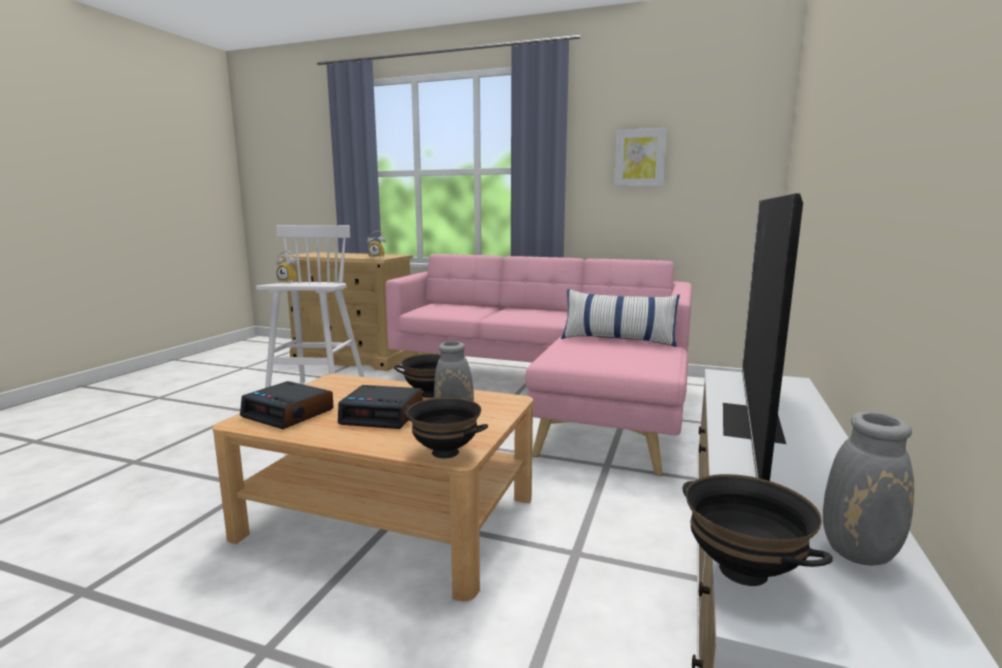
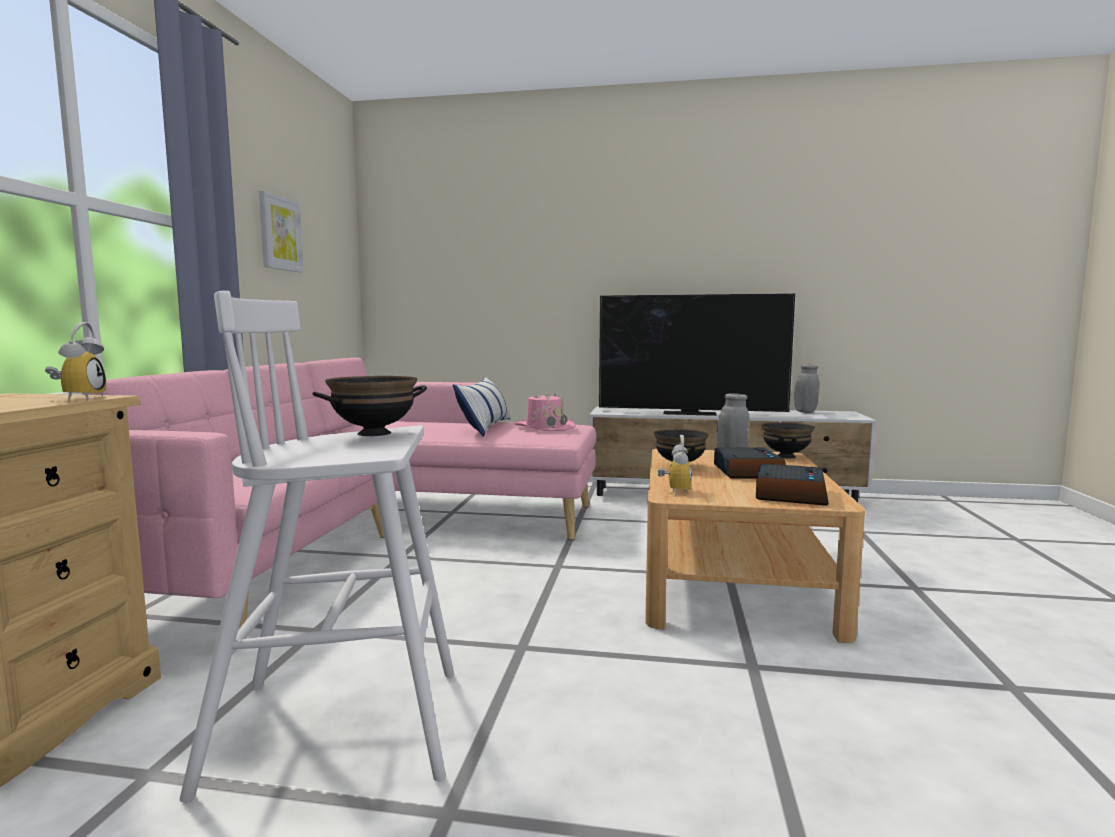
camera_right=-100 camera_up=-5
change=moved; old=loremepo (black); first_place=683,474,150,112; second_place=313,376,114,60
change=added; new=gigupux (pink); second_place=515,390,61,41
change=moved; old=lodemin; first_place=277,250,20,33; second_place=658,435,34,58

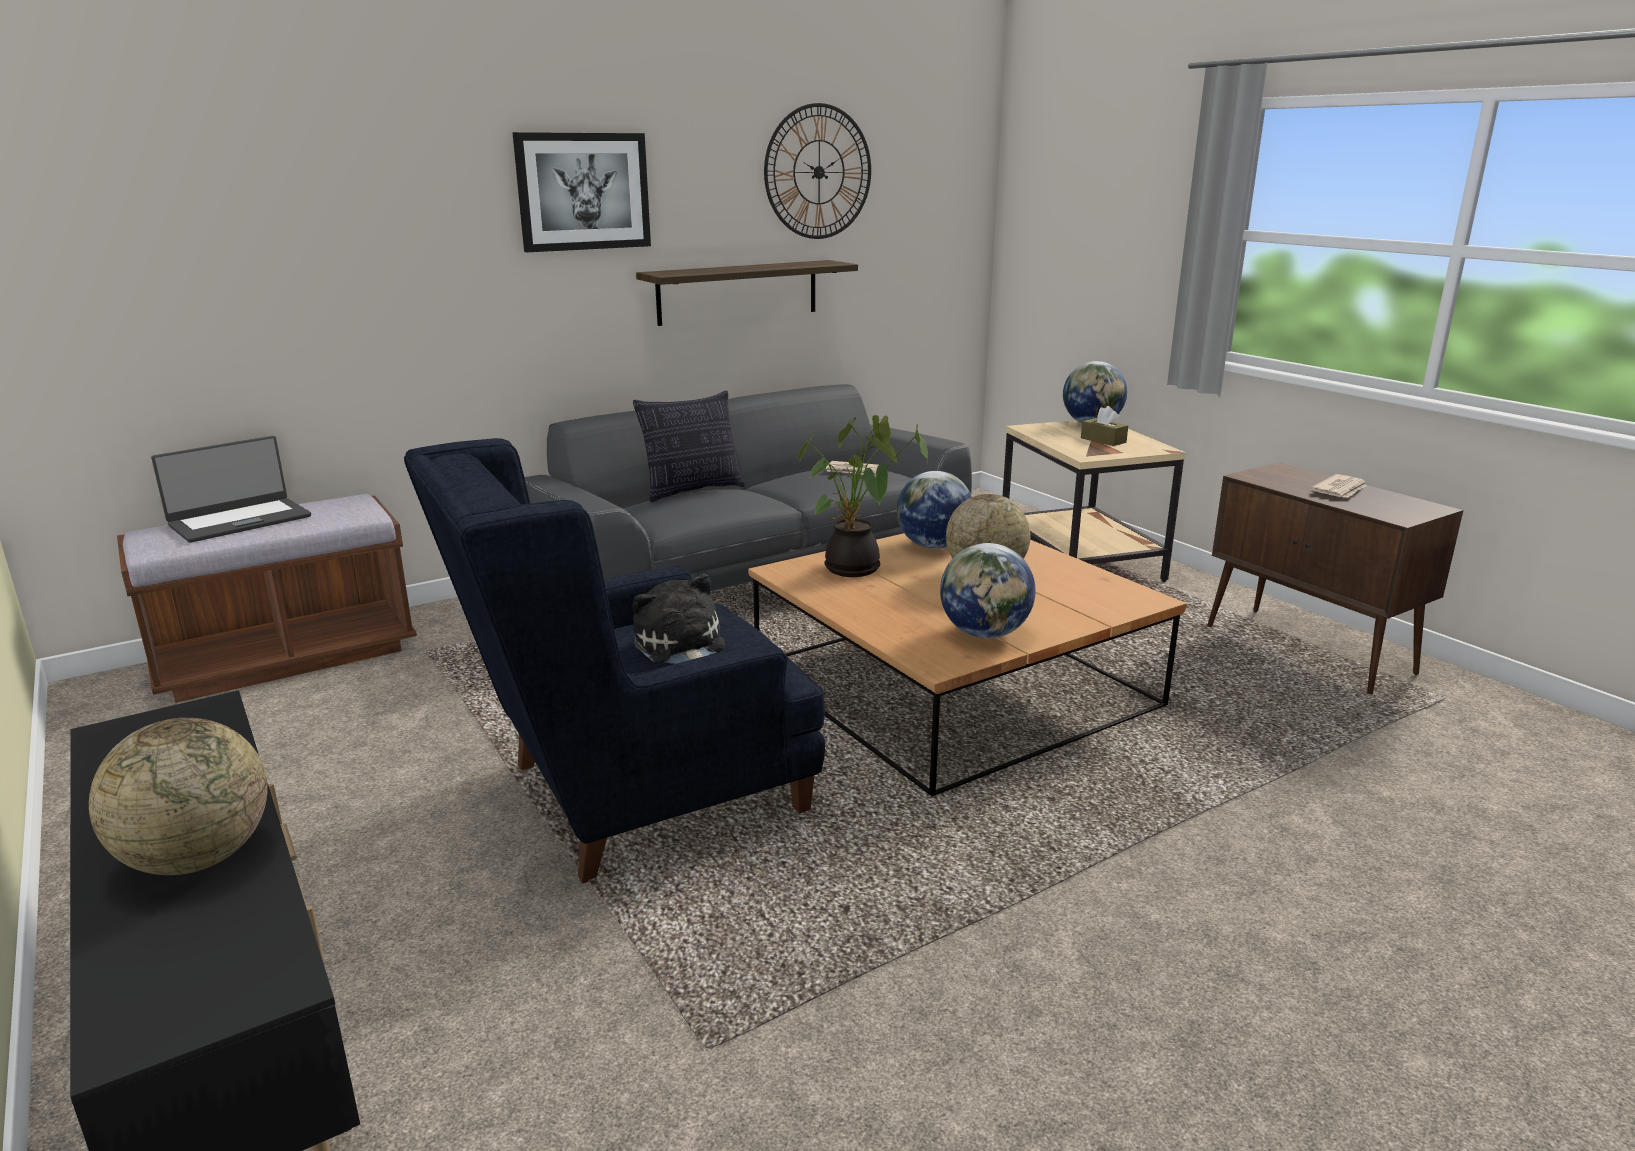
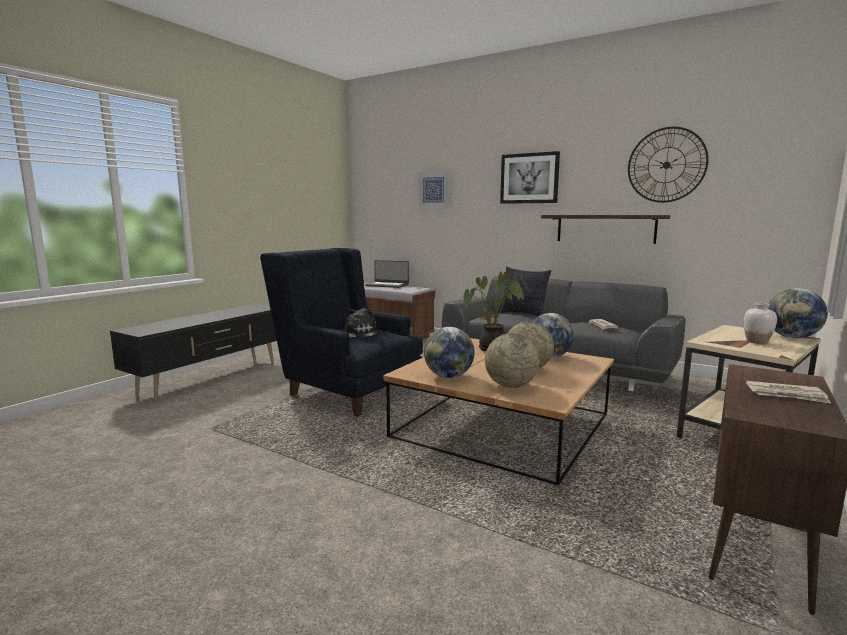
camera_right=65 camera_up=-10
change=added; new=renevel; second_place=419,172,30,35
change=moved; old=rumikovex; first_place=89,718,179,157; second_place=485,333,55,55
change=replaced; old=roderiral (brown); new=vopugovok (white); first_place=1081,406,47,40; second_place=744,303,33,41

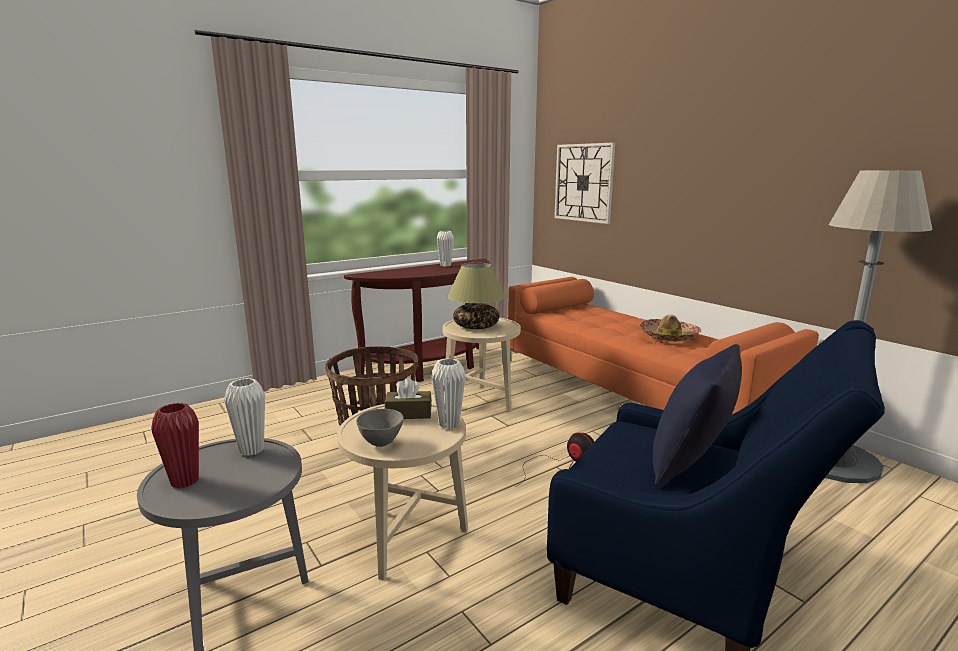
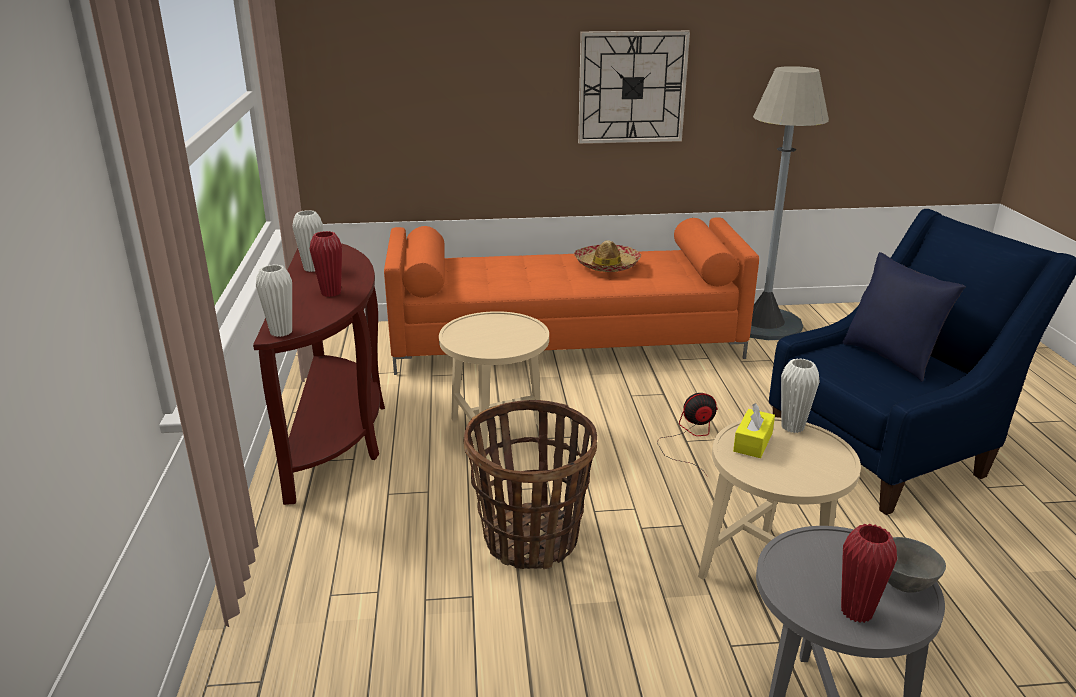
camera_right=-60 camera_up=10
change=moved; old=vopugovok (white); first_place=224,378,41,78; second_place=256,264,36,73
change=added; new=vopugovok (red); second_place=310,231,32,66
change=moved; old=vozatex; first_place=554,142,61,82; second_place=578,31,112,113
change=recoloured; old=roderiral (brown); new=roderiral (yellow); first_place=385,378,47,41; second_place=733,403,42,55
change=moved; old=loremepo (grey); first_place=356,409,48,38; second_place=888,537,58,56
change=removed; old=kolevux; first_place=447,263,58,66

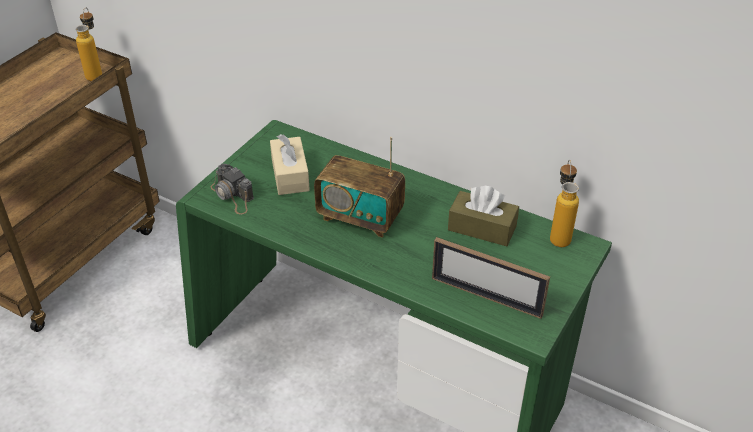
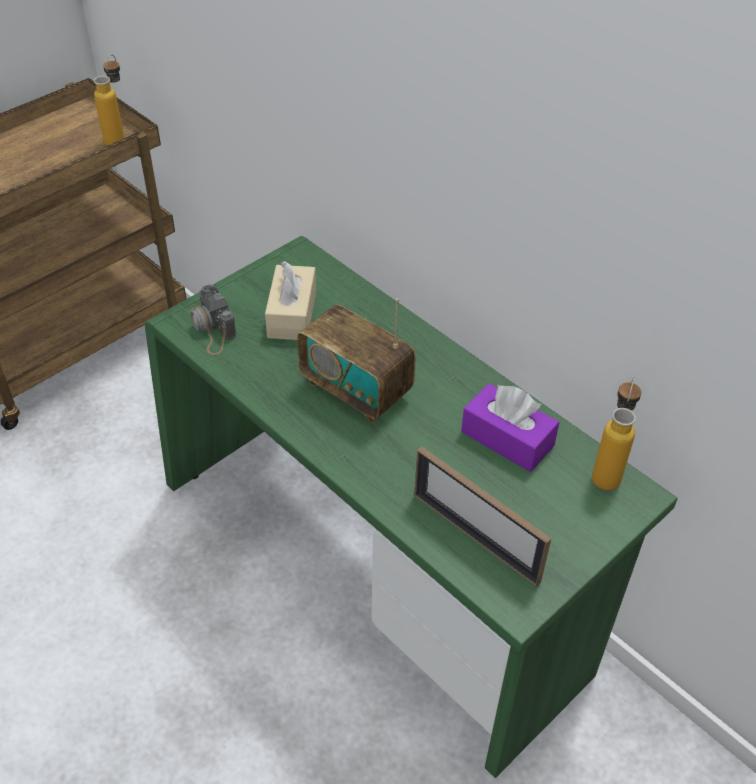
camera_right=15 camera_up=5
change=recoloured; old=roderiral (brown); new=roderiral (purple); first_place=448,186,71,60; second_place=461,383,98,89

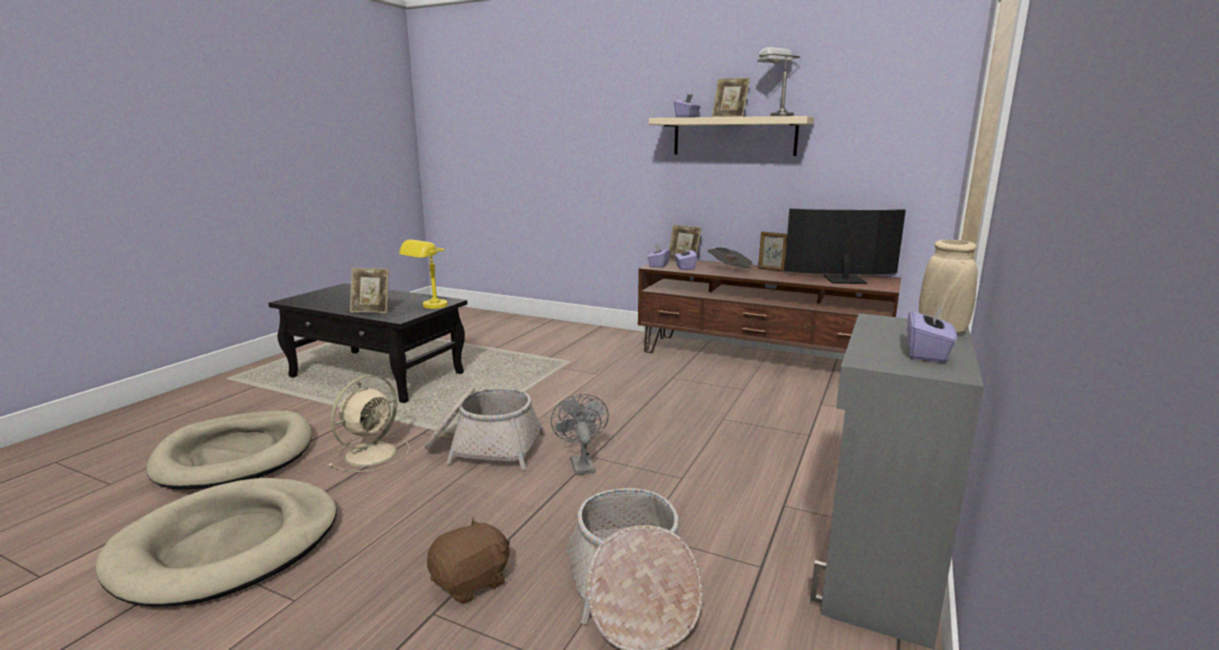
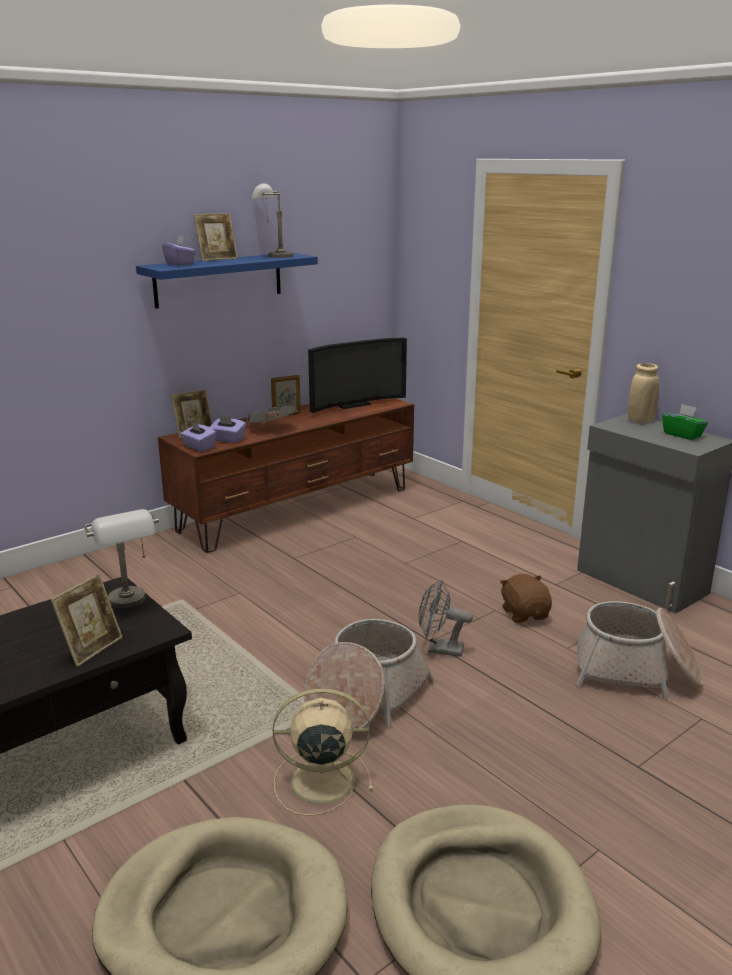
camera_right=-65 camera_up=5
change=recoloured; old=kolevux (yellow); new=kolevux (grey); first_place=399,240,49,69; second_place=83,509,76,99
change=recoloured; old=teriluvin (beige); new=teriluvin (blue); first_place=649,116,165,40; second_place=136,253,182,56
change=turned; old=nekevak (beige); first_place=328,375,82,97; second_place=273,688,100,128; degrees=-60
change=turned; old=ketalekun; first_place=784,208,122,76; second_place=308,337,99,76; degrees=-150
change=moved; old=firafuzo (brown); first_place=427,518,83,86; second_place=500,574,52,49
change=recoloured; old=roderiral (purple); new=roderiral (green); first_place=907,305,50,58; second_place=662,404,46,36

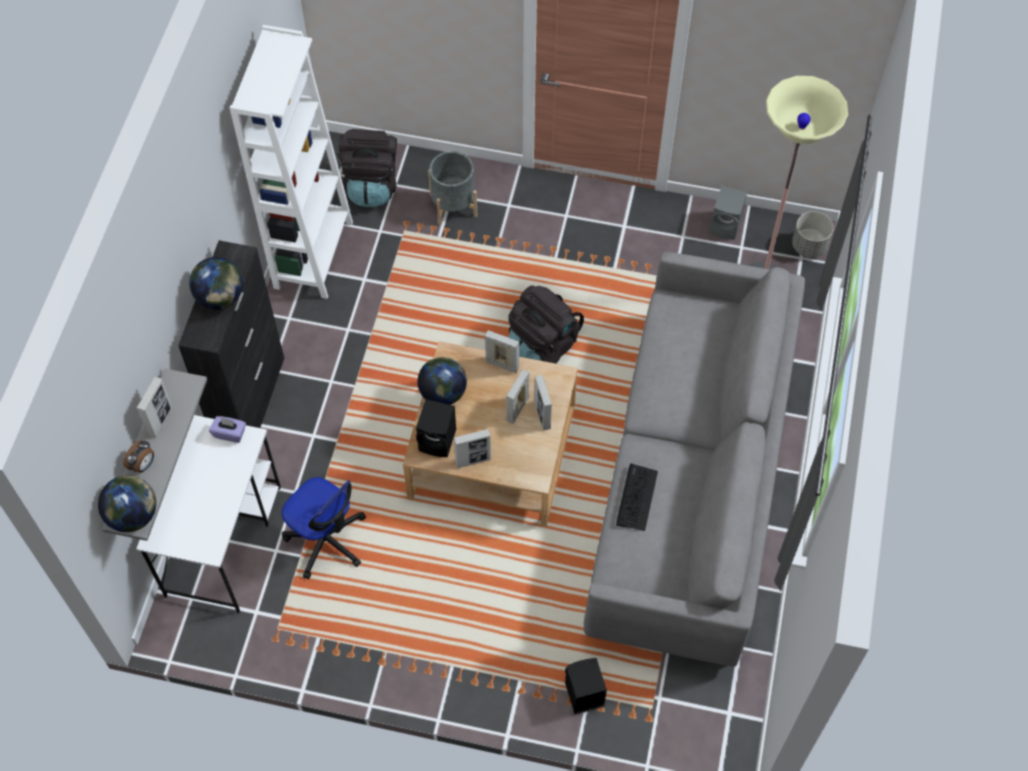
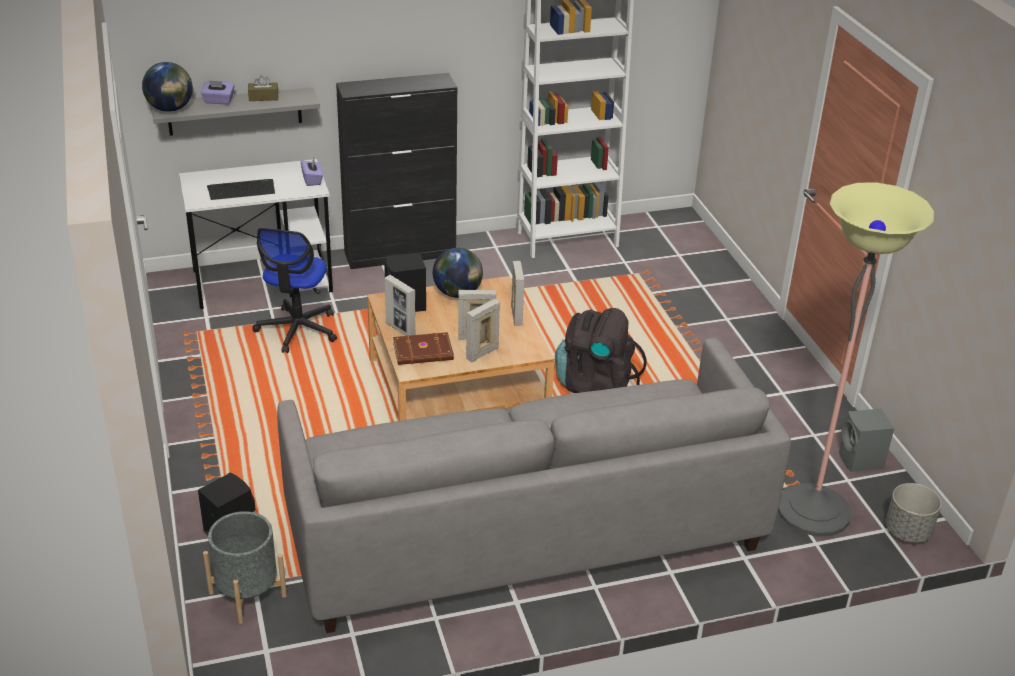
camera_right=60 camera_up=-25
change=replaced; old=lodemin; new=roderiral (purple); first_place=123,441,31,32; second_place=201,80,33,25
change=moved; old=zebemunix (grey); first_place=428,151,49,74; second_place=203,511,84,113
change=moved; old=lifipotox; first_place=616,463,42,68; second_place=207,179,68,21
change=replaced; old=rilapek; new=roderiral (brown); first_place=136,377,37,61; second_place=248,75,30,26
change=added; new=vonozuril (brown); second_place=393,332,61,33
change=removed; old=rumikovex; first_place=189,257,54,53
change=removed; old=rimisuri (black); first_place=338,129,59,78

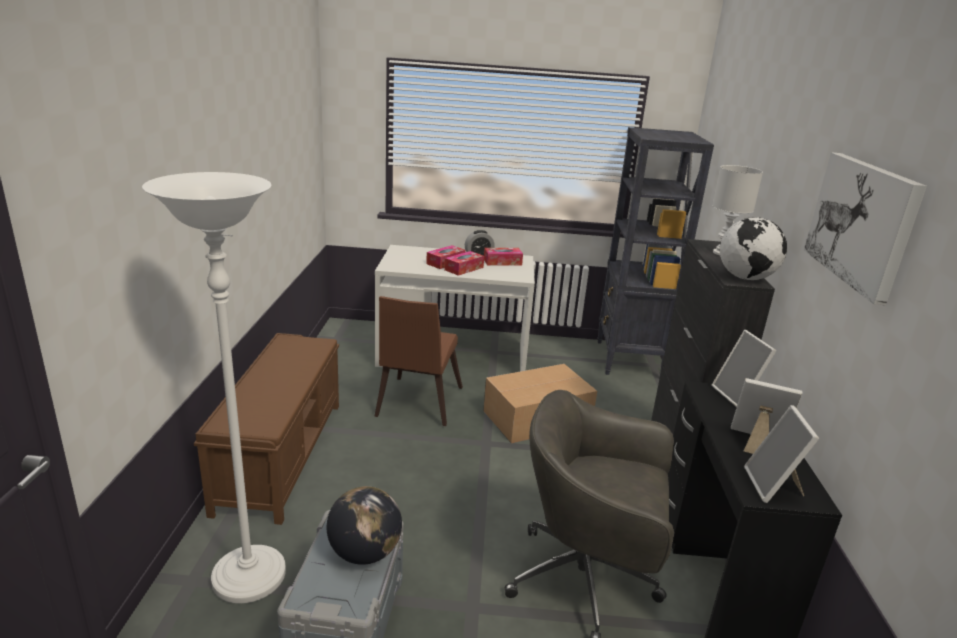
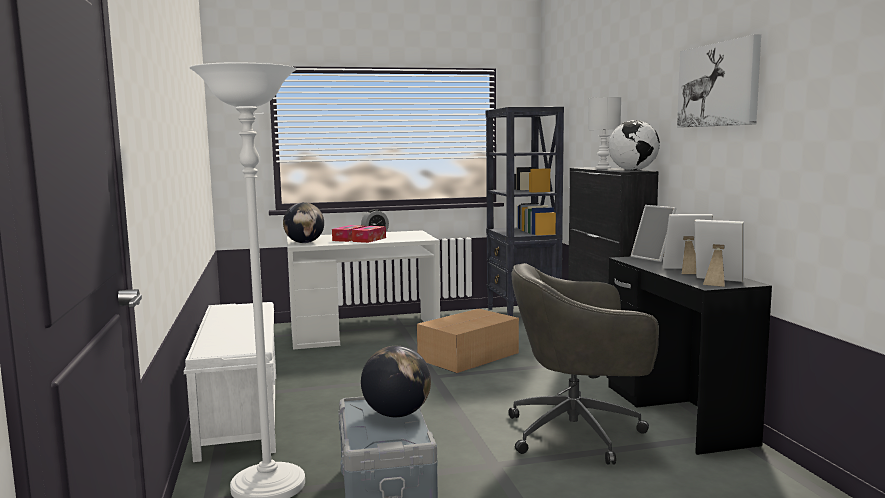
camera_right=-15 camera_up=-15
change=recoloured; old=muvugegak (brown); new=muvugegak (white); first_place=194,333,145,192; second_place=184,302,92,160
change=added; new=rumikovex; second_place=283,202,41,41
change=turned; old=rilapek; first_place=744,405,75,98; second_place=695,220,49,67; degrees=135
change=removed; old=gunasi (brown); first_place=374,296,89,130
change=removed; old=roderiral; first_place=484,248,39,17

